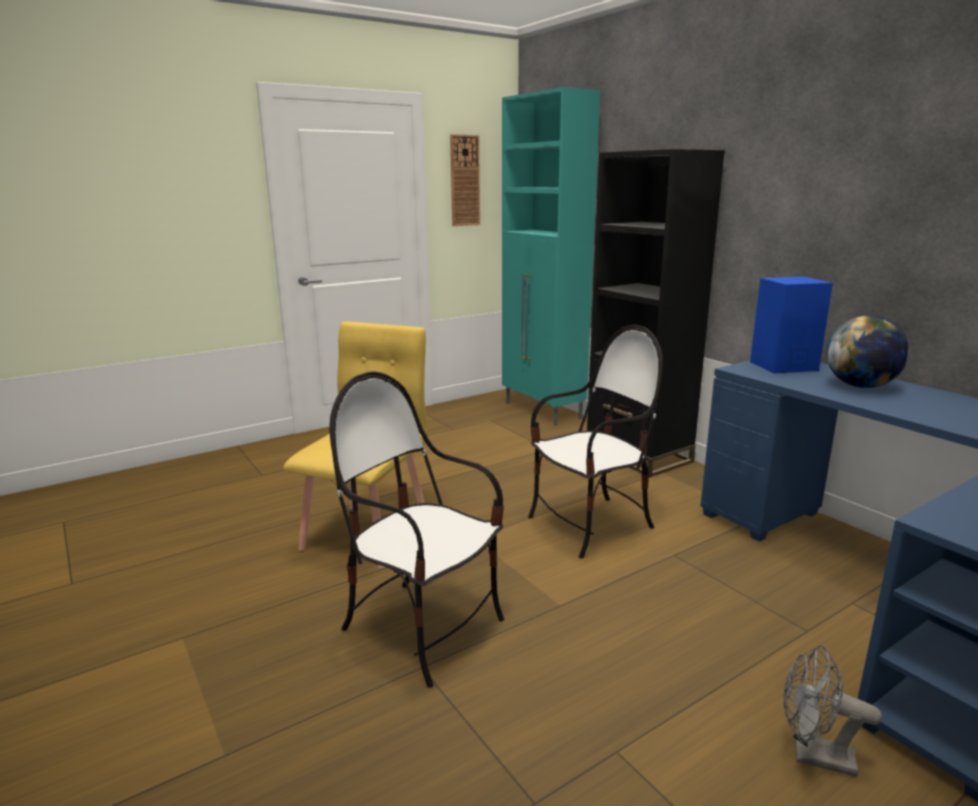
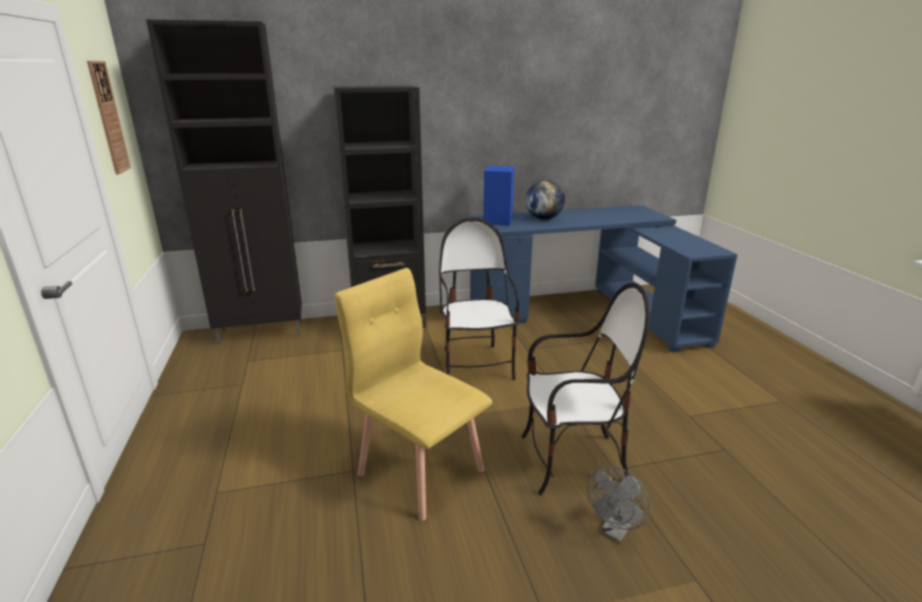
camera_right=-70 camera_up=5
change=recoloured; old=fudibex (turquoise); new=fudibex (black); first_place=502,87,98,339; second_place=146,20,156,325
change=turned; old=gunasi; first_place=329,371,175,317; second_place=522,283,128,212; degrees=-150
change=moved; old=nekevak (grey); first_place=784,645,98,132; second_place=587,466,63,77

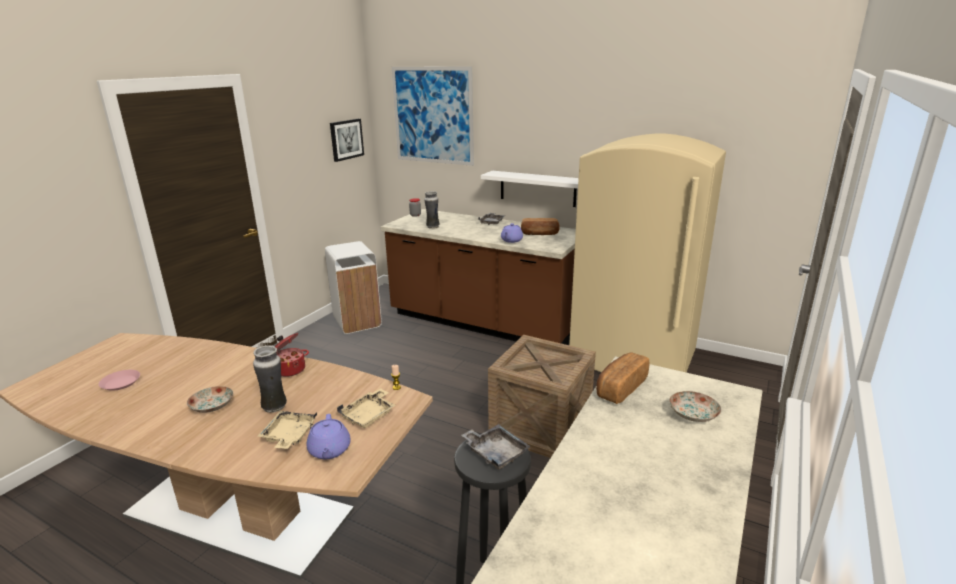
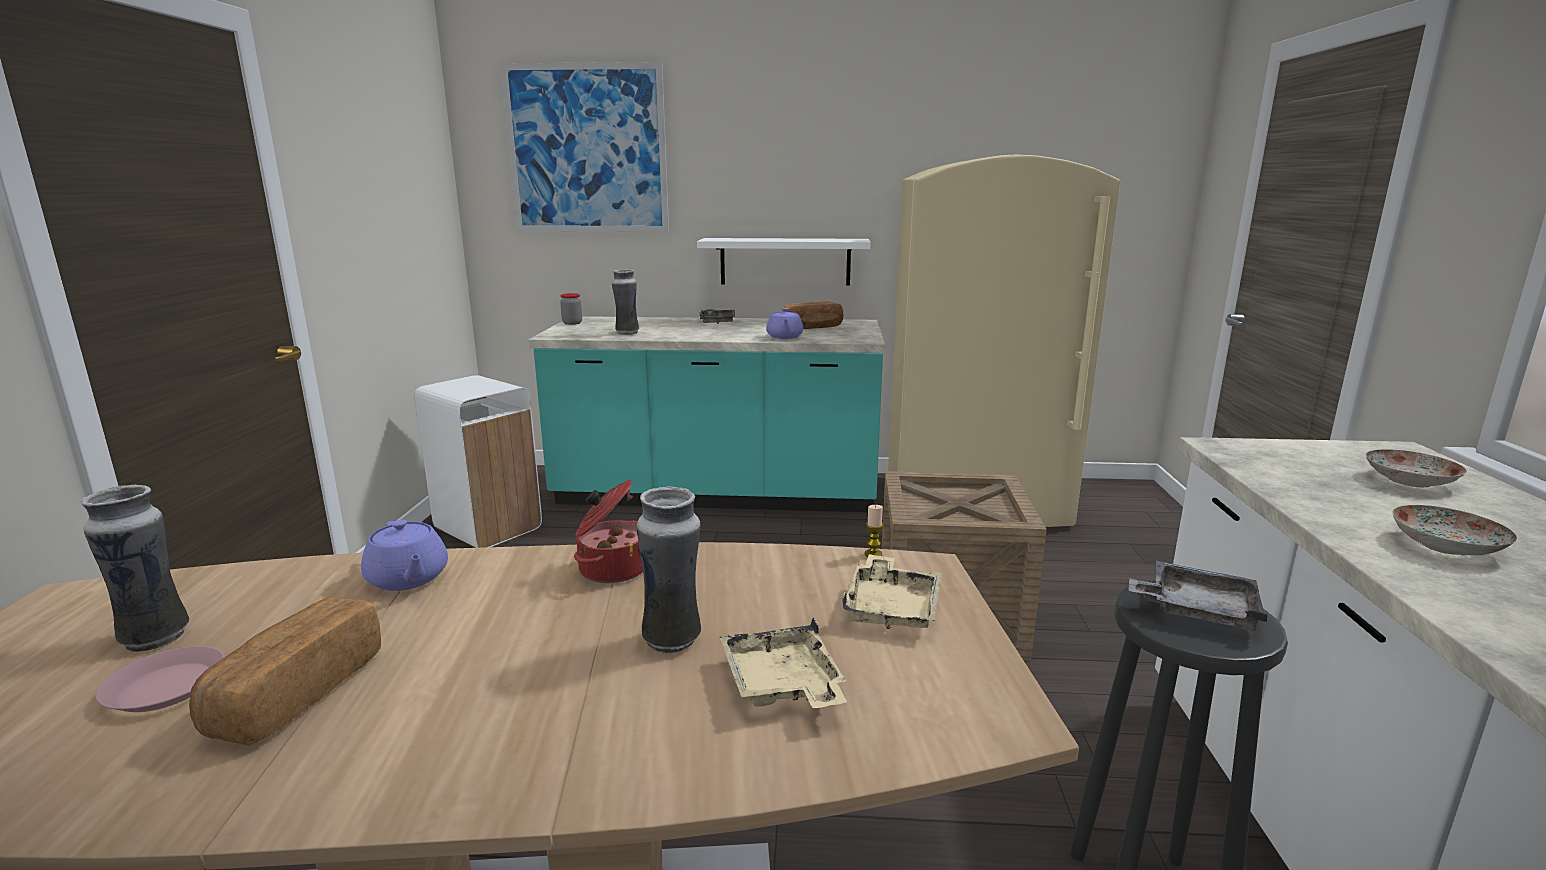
camera_right=-25 camera_up=-5
change=added; new=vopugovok; second_place=81,485,108,167
change=moved; old=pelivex; first_place=596,353,53,51; second_place=189,597,192,149
change=moved; old=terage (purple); first_place=307,414,44,45; second_place=361,519,87,72
change=recoloured; old=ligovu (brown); new=ligovu (turquoise); first_place=381,209,195,136; second_place=528,316,357,196
change=moved; old=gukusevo; first_place=187,386,46,27; second_place=1393,505,124,51
change=removed; old=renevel; first_place=330,119,34,43

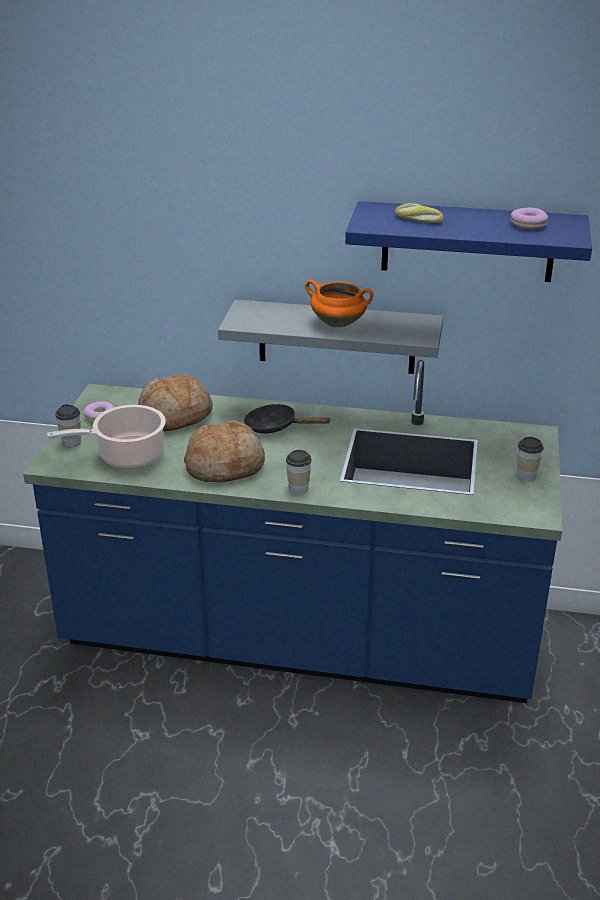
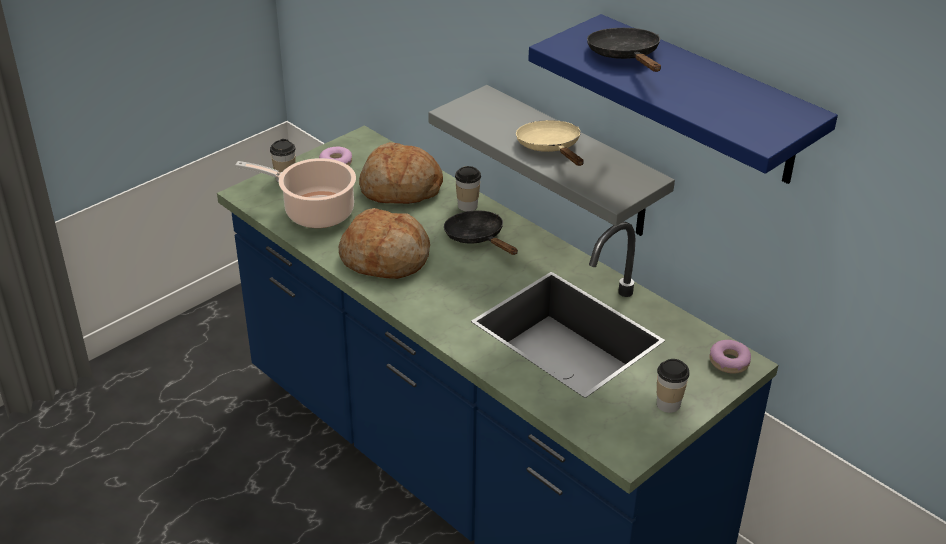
camera_right=35 camera_up=5
change=moved; old=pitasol; first_place=286,450,26,45; second_place=455,166,26,45
change=replaced; old=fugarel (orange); new=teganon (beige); first_place=305,279,69,48; second_place=516,120,68,46
change=replaced; old=pelivex; new=teganon (black); first_place=395,203,48,20; second_place=587,28,74,44
change=moved; old=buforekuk; first_place=510,208,38,21; second_place=709,340,42,34

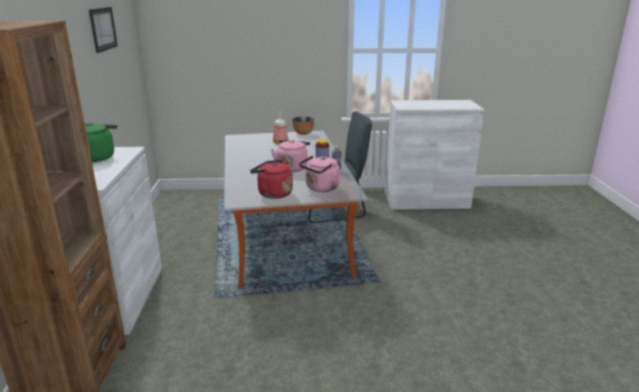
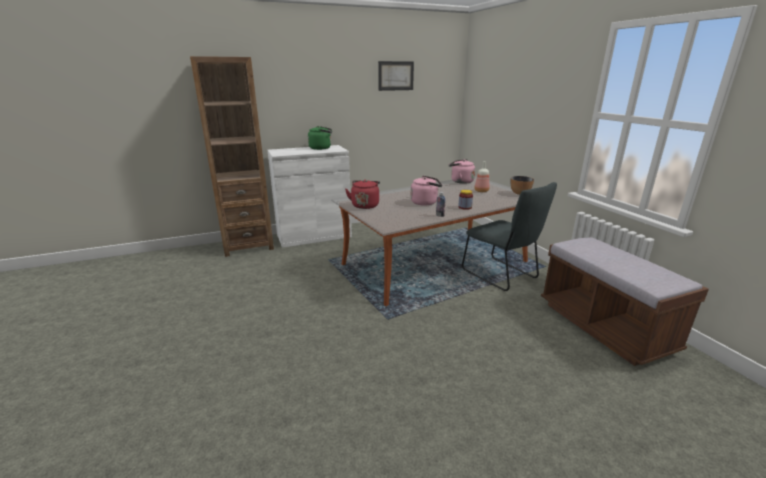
camera_right=70 camera_up=0
change=moved; old=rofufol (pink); first_place=299,155,42,37; second_place=449,159,26,25
change=replaced; old=fudibex (white); new=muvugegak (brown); first_place=385,100,99,110; second_place=541,237,168,129

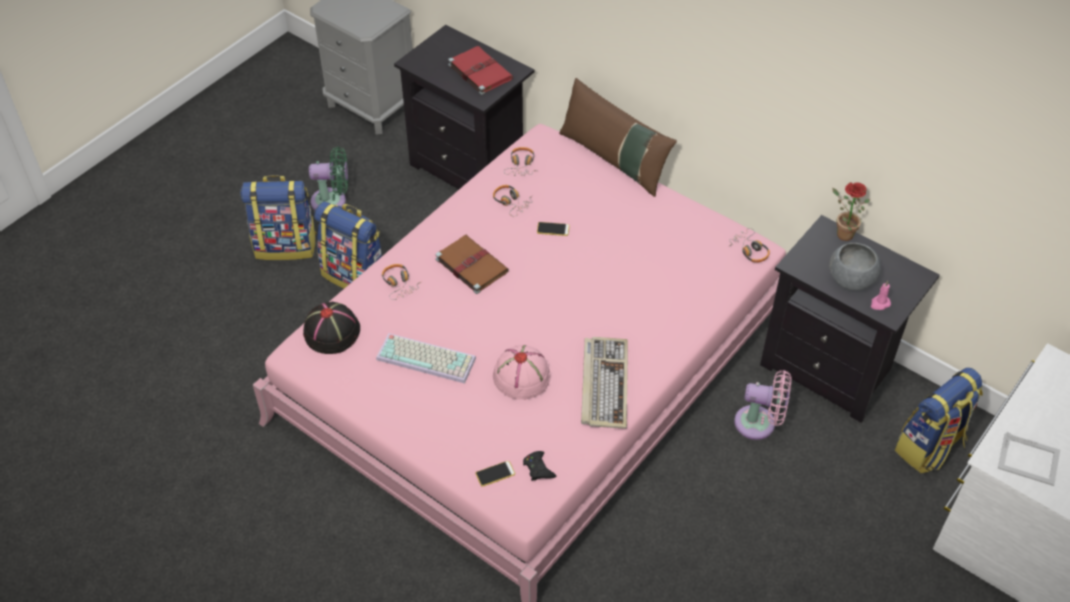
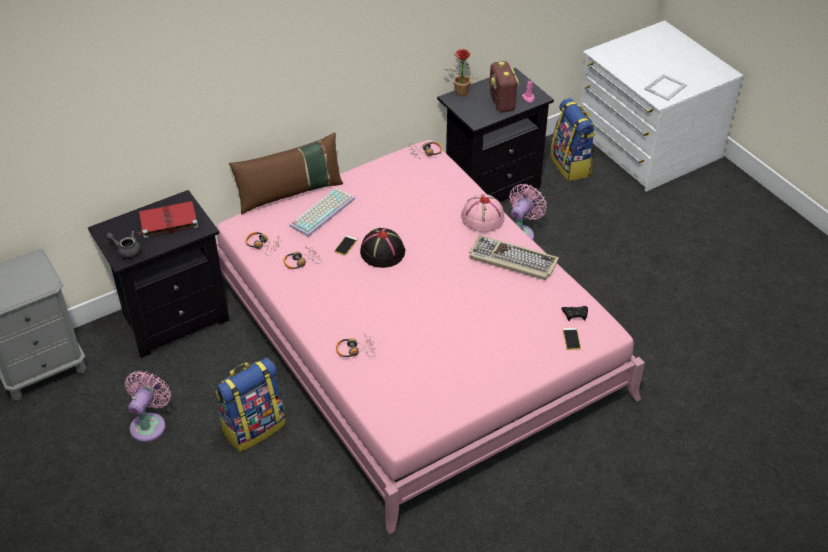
camera_right=-70 camera_up=-5
change=added; new=terage (grey); second_place=105,231,36,28
change=recoloured; old=nekevak (green); new=nekevak (pink); first_place=309,147,39,63; second_place=125,371,46,71
change=moved; old=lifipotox; first_place=376,333,100,50; second_place=289,187,66,50
change=moved; old=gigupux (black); first_place=303,302,57,52; second_place=360,228,45,40
change=moved; old=gigupux (pink); first_place=493,345,58,54; second_place=461,194,43,38
change=replaced; old=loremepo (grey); new=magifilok; first_place=829,243,52,47; second_place=489,61,30,52
change=removed; old=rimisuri; first_place=240,175,77,85
change=removed; old=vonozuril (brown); first_place=436,235,73,59

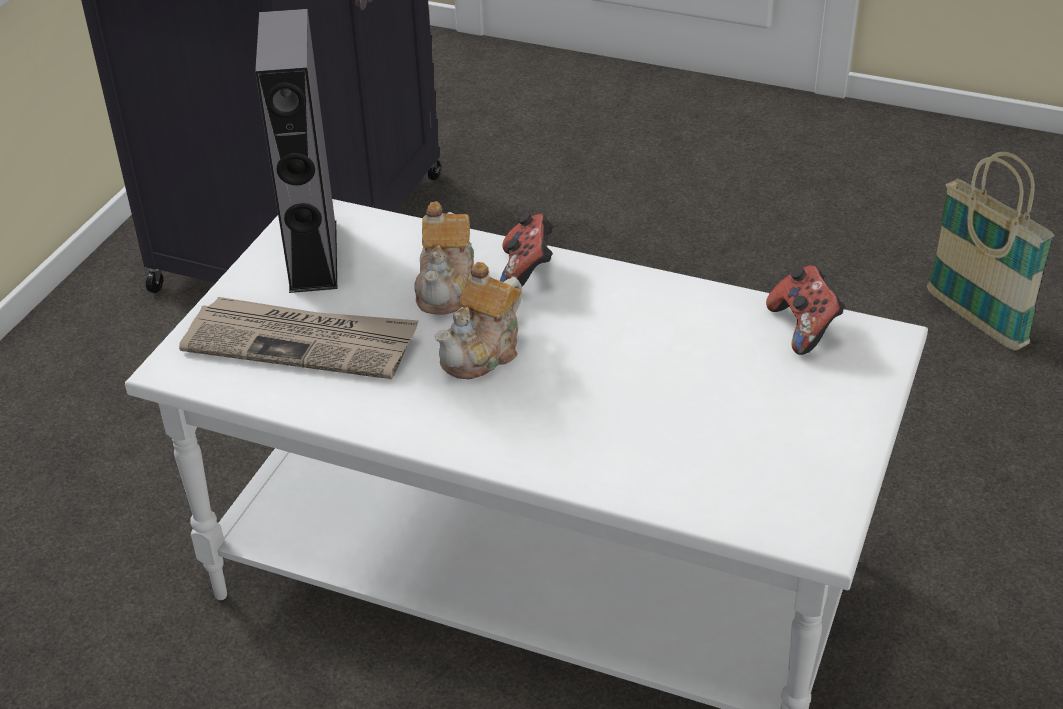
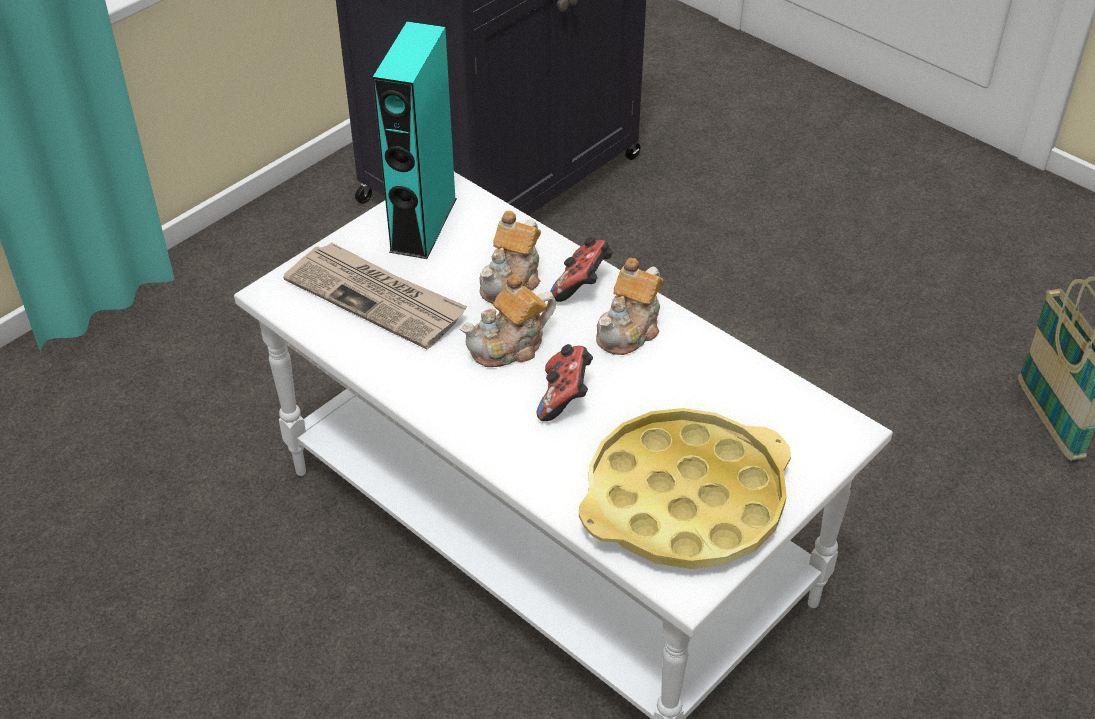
camera_right=20 camera_up=5
change=recoloured; old=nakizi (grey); new=nakizi (turquoise); first_place=255,9,82,284; second_place=373,22,84,237
change=moved; old=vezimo; first_place=766,265,79,90; second_place=537,344,56,77
change=added; new=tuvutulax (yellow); second_place=579,408,212,161
change=added; new=terage; second_place=596,258,67,97

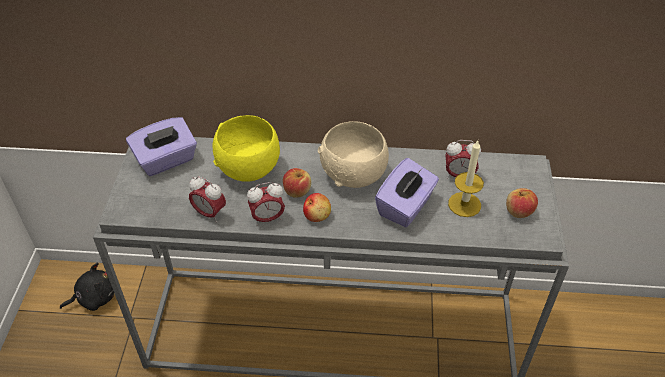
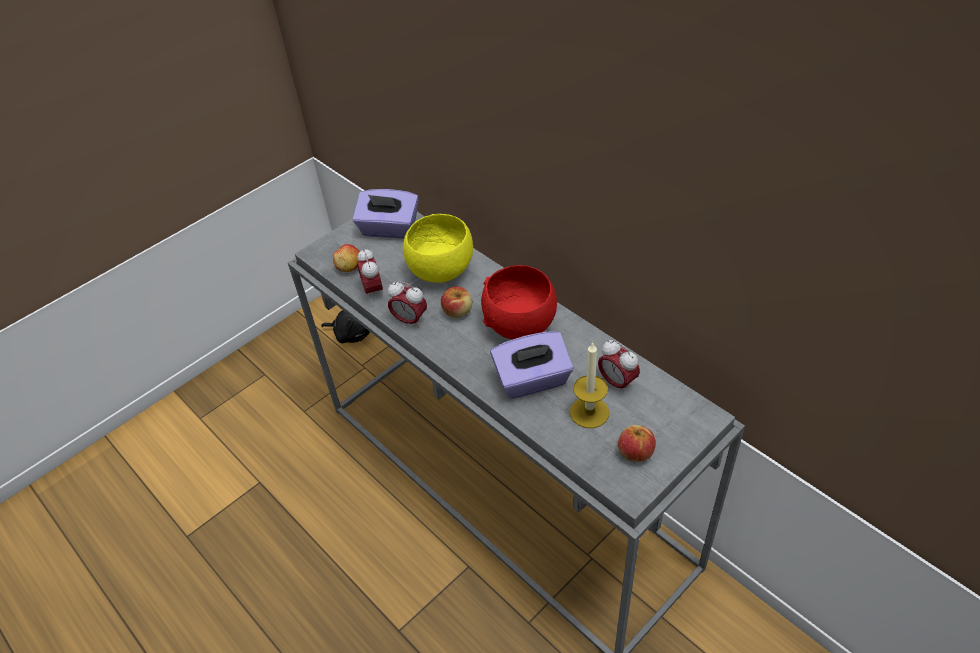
camera_right=45 camera_up=0
change=moved; old=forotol; first_place=303,193,28,29; second_place=333,244,27,28
change=recoloured; old=loremepo (beige); new=loremepo (red); first_place=318,121,71,67; second_place=481,265,76,75

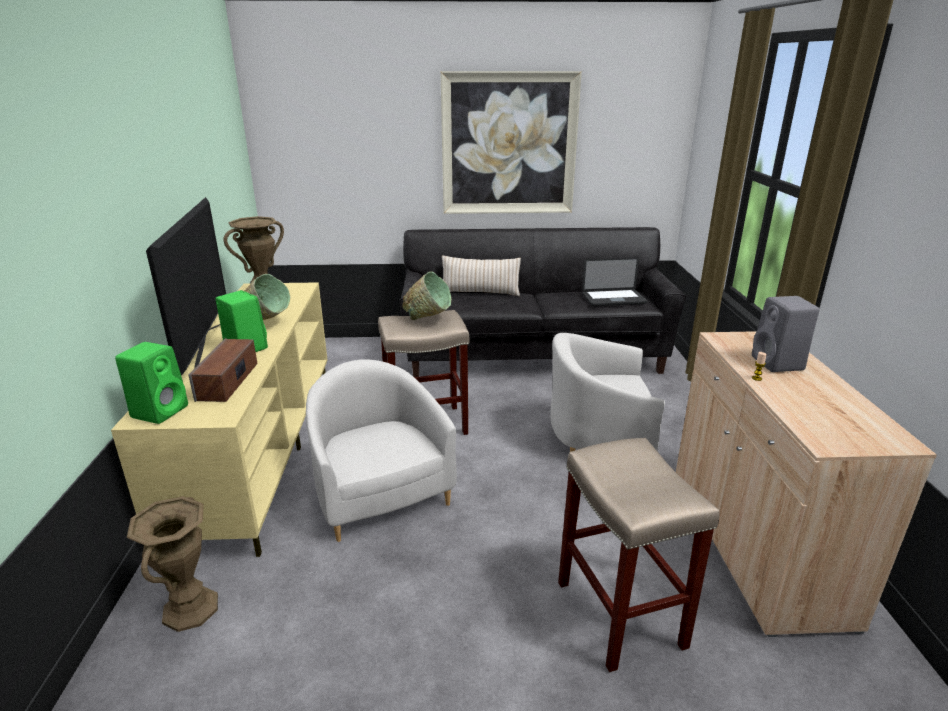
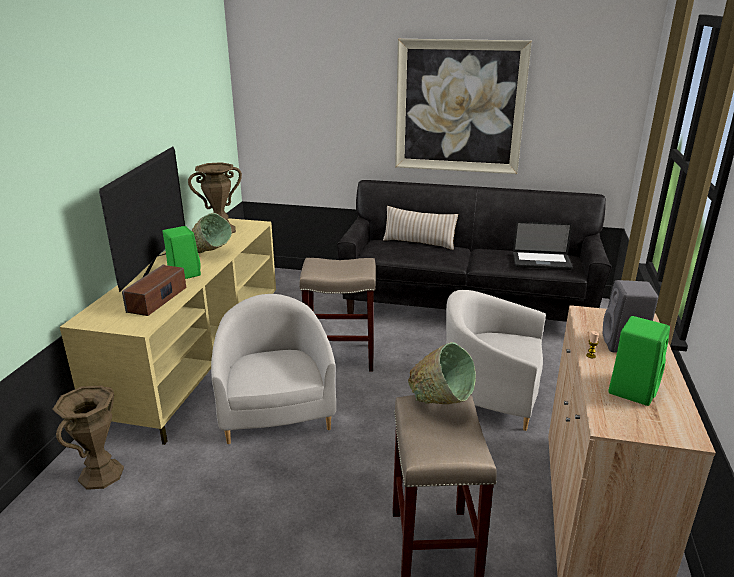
camera_right=15 camera_up=0
change=moved; old=loremepo (green); first_place=402,272,49,48; second_place=408,342,68,62
change=moved; old=nakizi (green); first_place=115,342,73,82; second_place=608,316,62,90

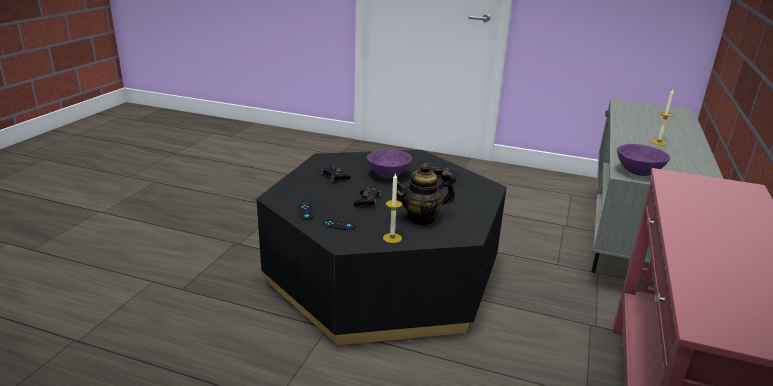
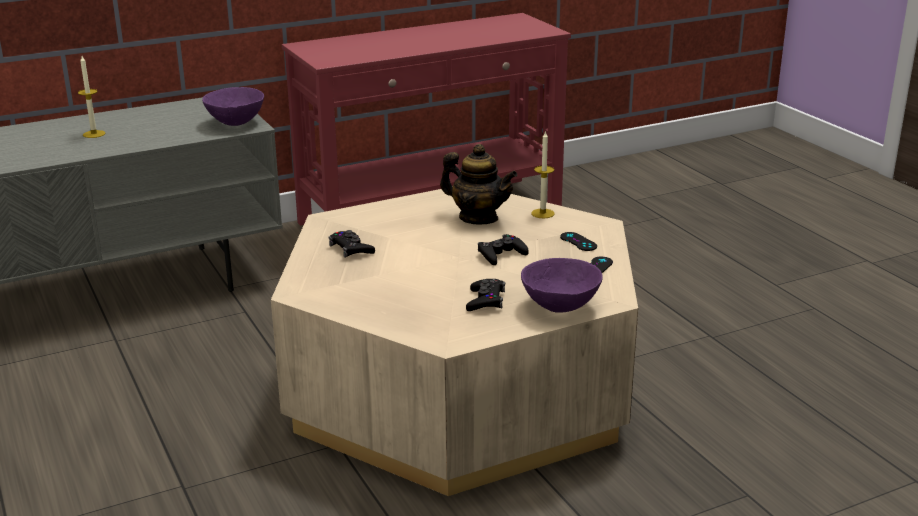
camera_right=-135 camera_up=0
change=recoloured; old=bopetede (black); new=bopetede (beige); first_place=256,150,251,195; second_place=271,189,367,307
change=moved; old=loremepo (purple); first_place=367,149,45,30; second_place=521,258,82,55

